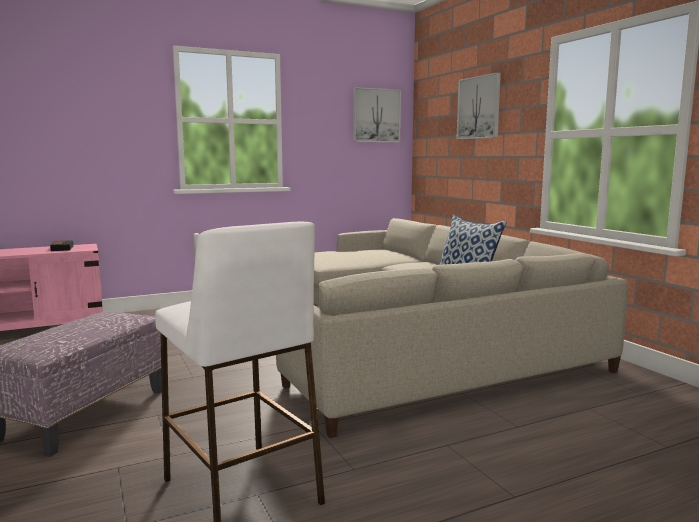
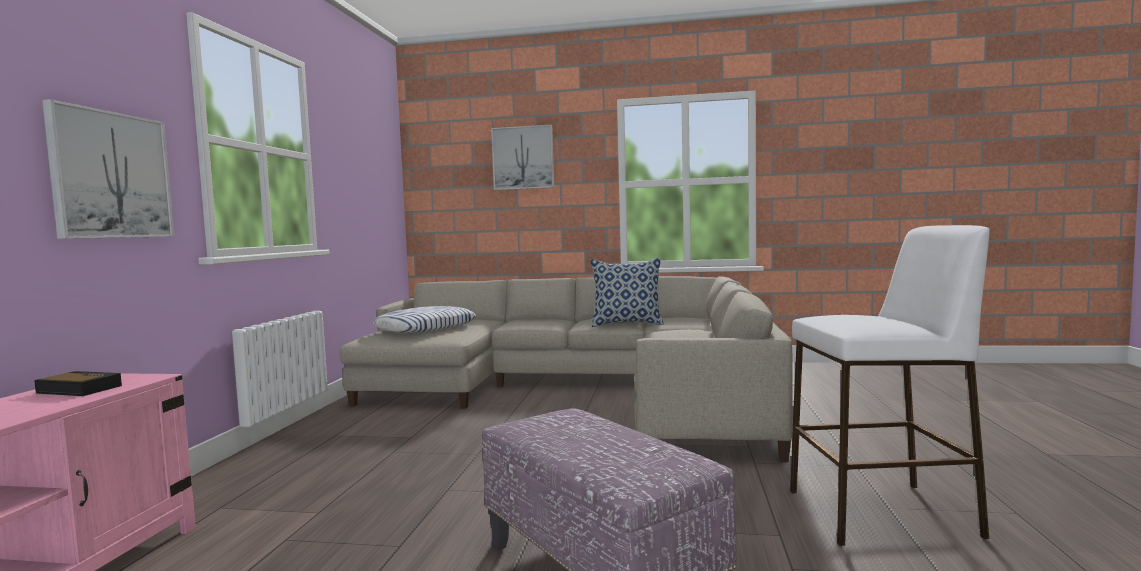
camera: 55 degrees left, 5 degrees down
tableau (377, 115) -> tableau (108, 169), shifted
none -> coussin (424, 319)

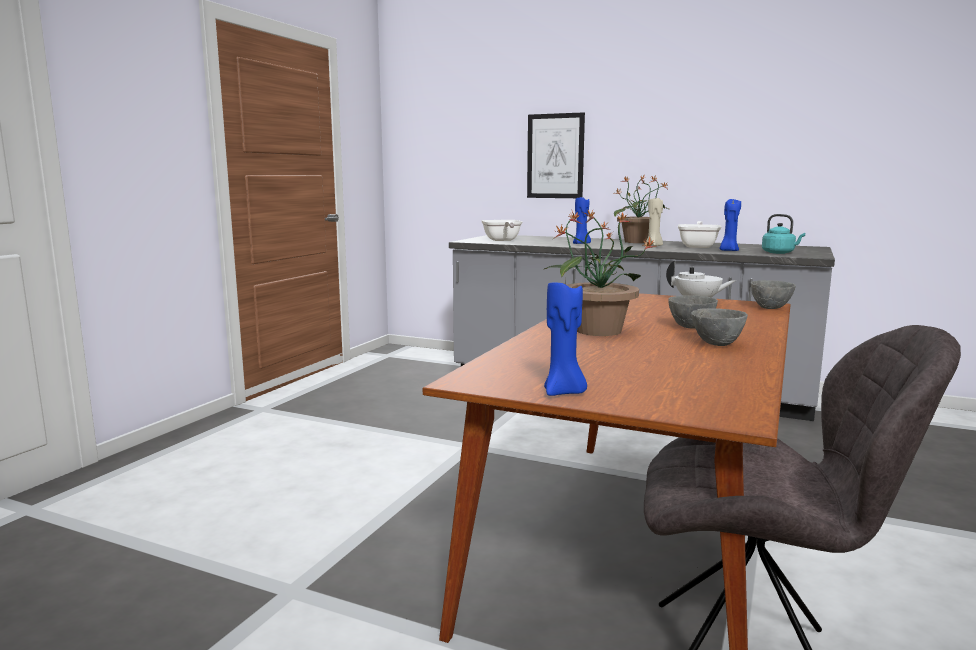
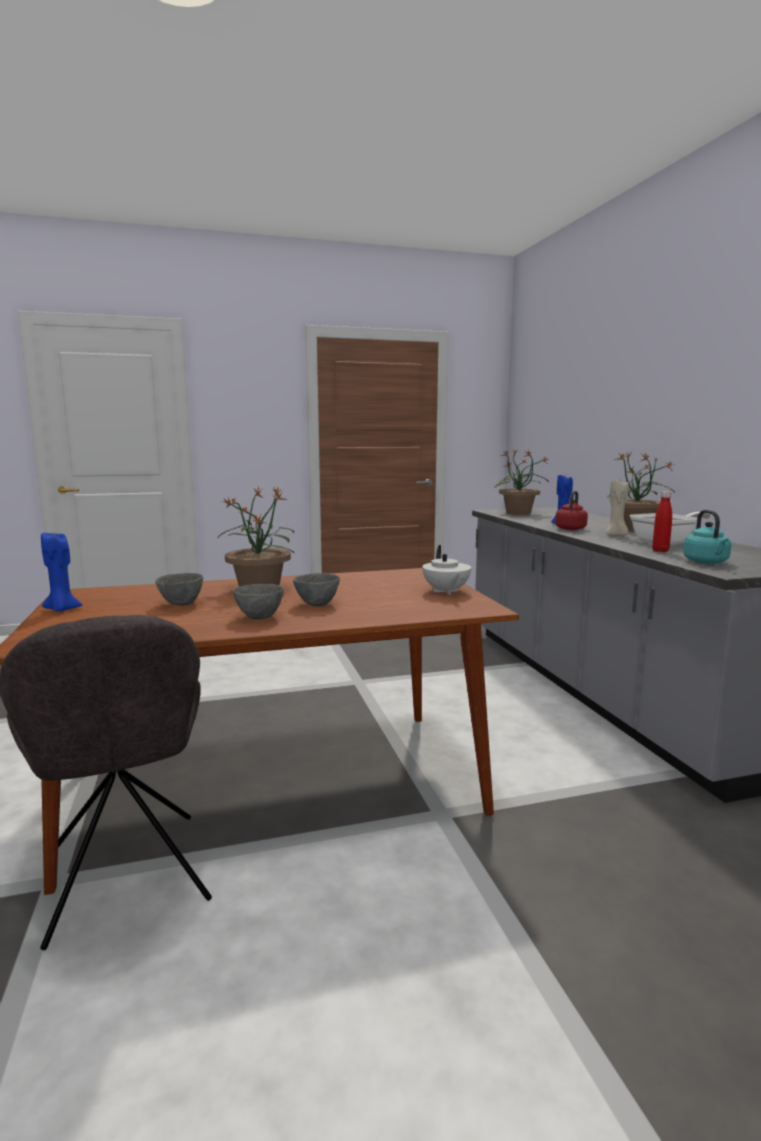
camera: 50 degrees right, 0 degrees up
bol [gris] (773, 294) -> bol [gris] (179, 589), shifted
poêle (501, 230) -> plante en pot (521, 482)
none -> bouilloire [rouge] (571, 510)
bougie [bleu] (730, 224) -> bouteille [rouge] (662, 521)
tableau (556, 155) -> none

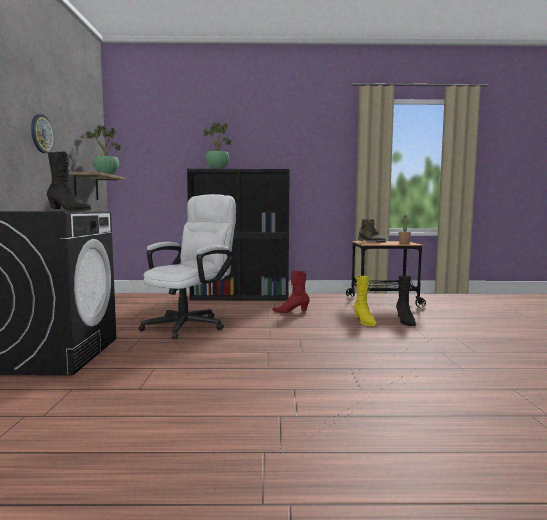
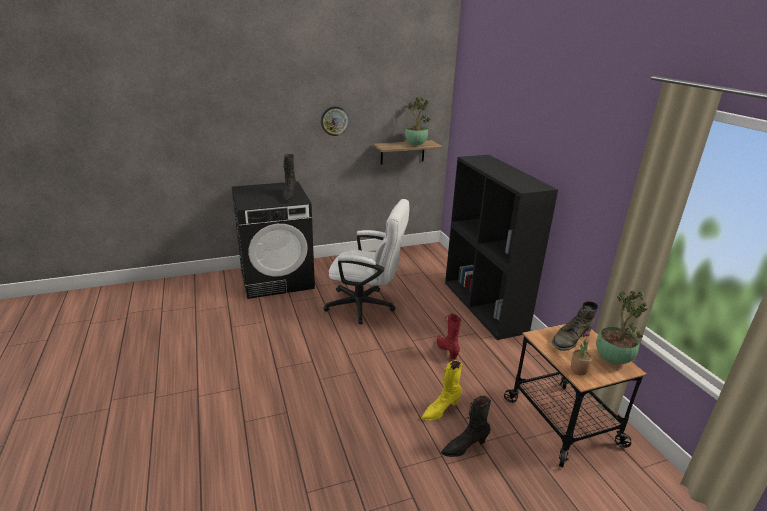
camera: 70 degrees right, 20 degrees up
plante en pot (218, 145) -> plante en pot (621, 327), shifted

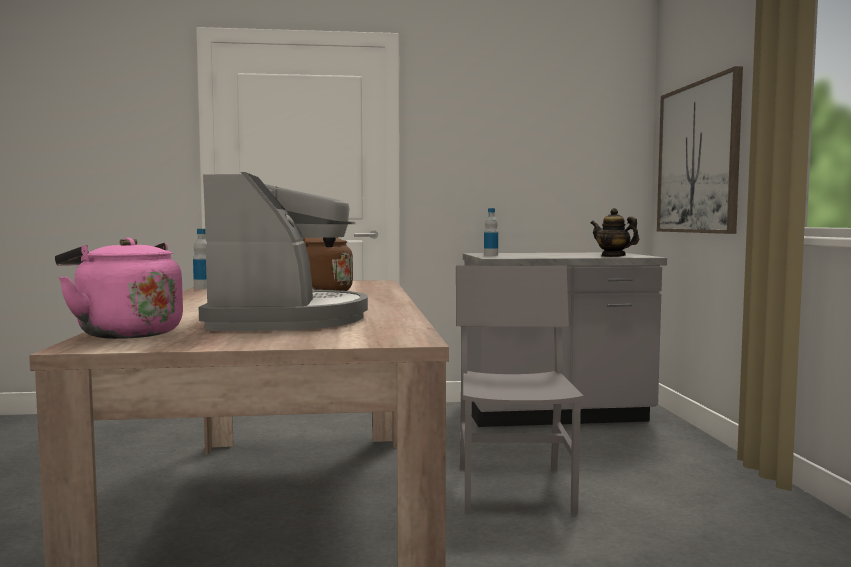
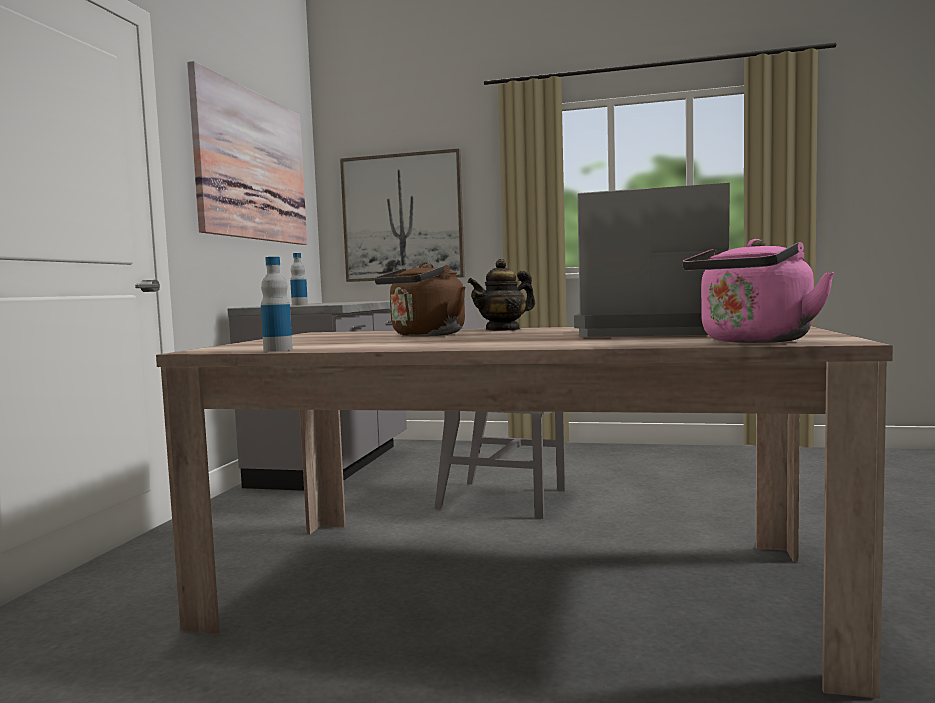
camera: 70 degrees left, 0 degrees up
none -> tableau (247, 153)
théière (615, 232) -> théière (501, 295), shifted

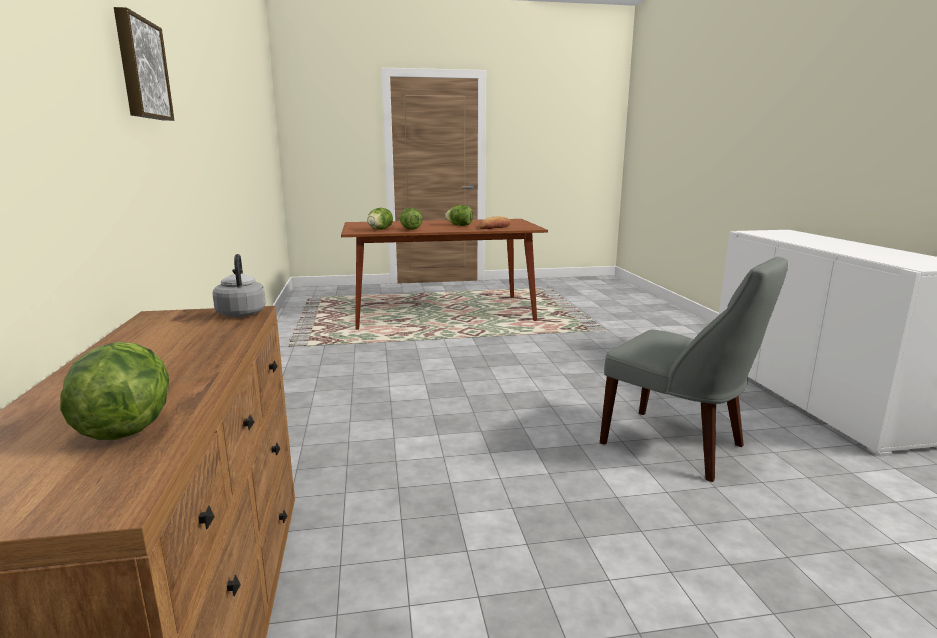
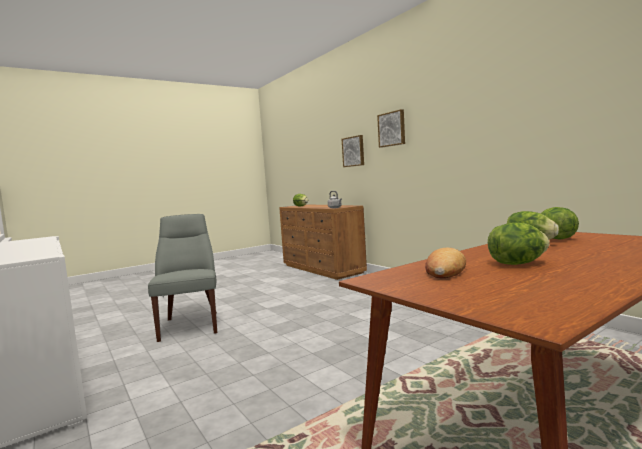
camera: 155 degrees right, 10 degrees down
chaise [gris] (694, 369) -> chaise [gris] (182, 278), 60 degrees clockwise
none -> tableau (353, 151)

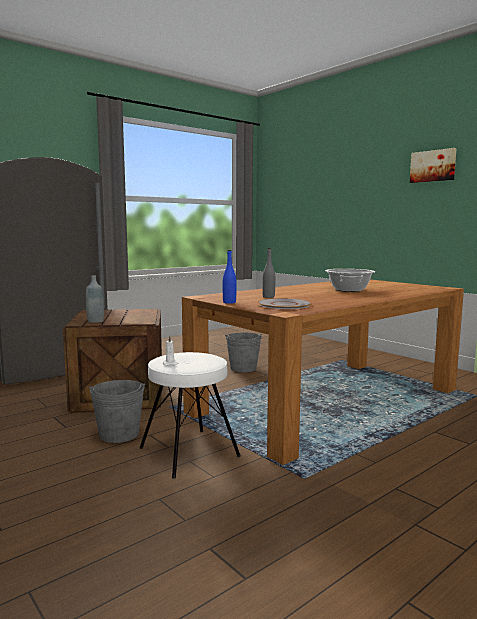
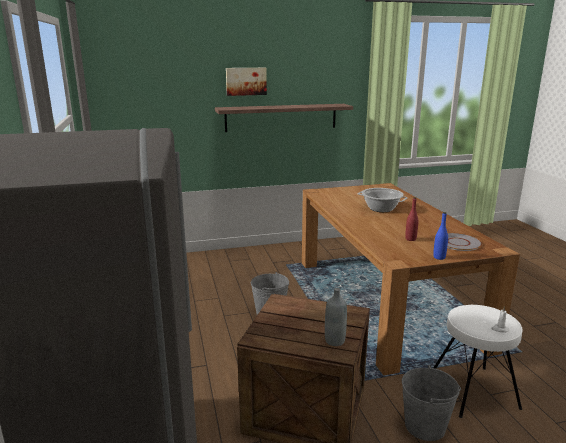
camera: 65 degrees left, 10 degrees up
none -> étagère (284, 118)
tableau (433, 165) -> tableau (246, 82), shifted
bouteille [gris] (268, 273) -> bouteille [rouge] (411, 219)

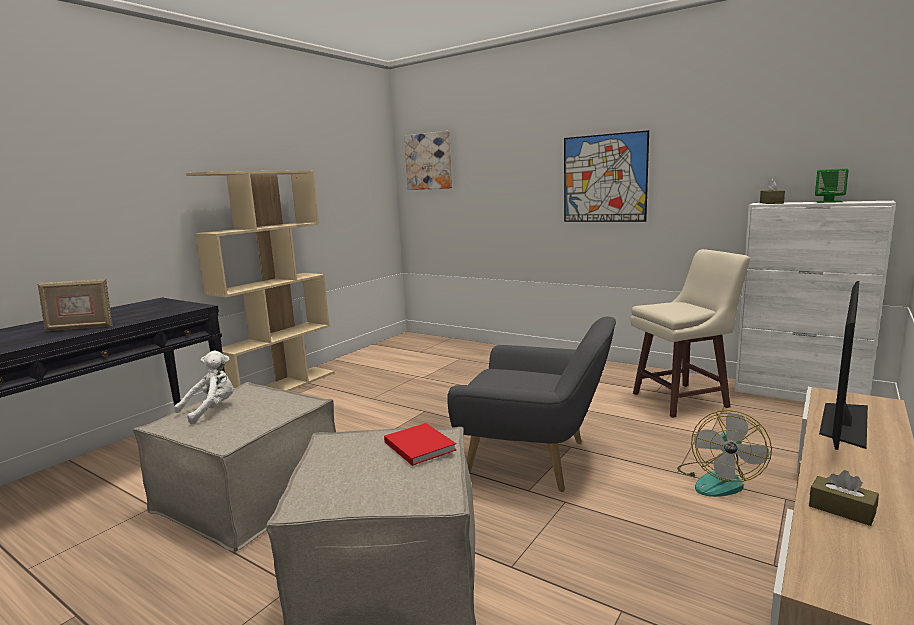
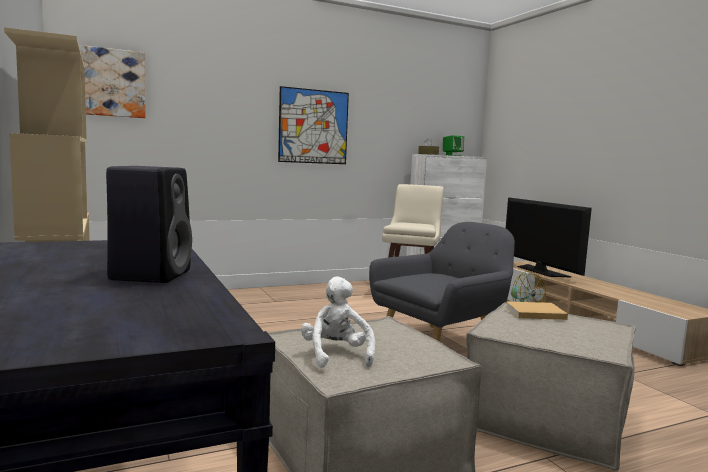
camera: 60 degrees left, 5 degrees down
cadre photo (75, 305) -> enceinte [noir] (149, 224)
livre [rouge] (420, 444) -> livre [beige] (537, 310)
boîte à mouchoirs [marron] (844, 498) -> none

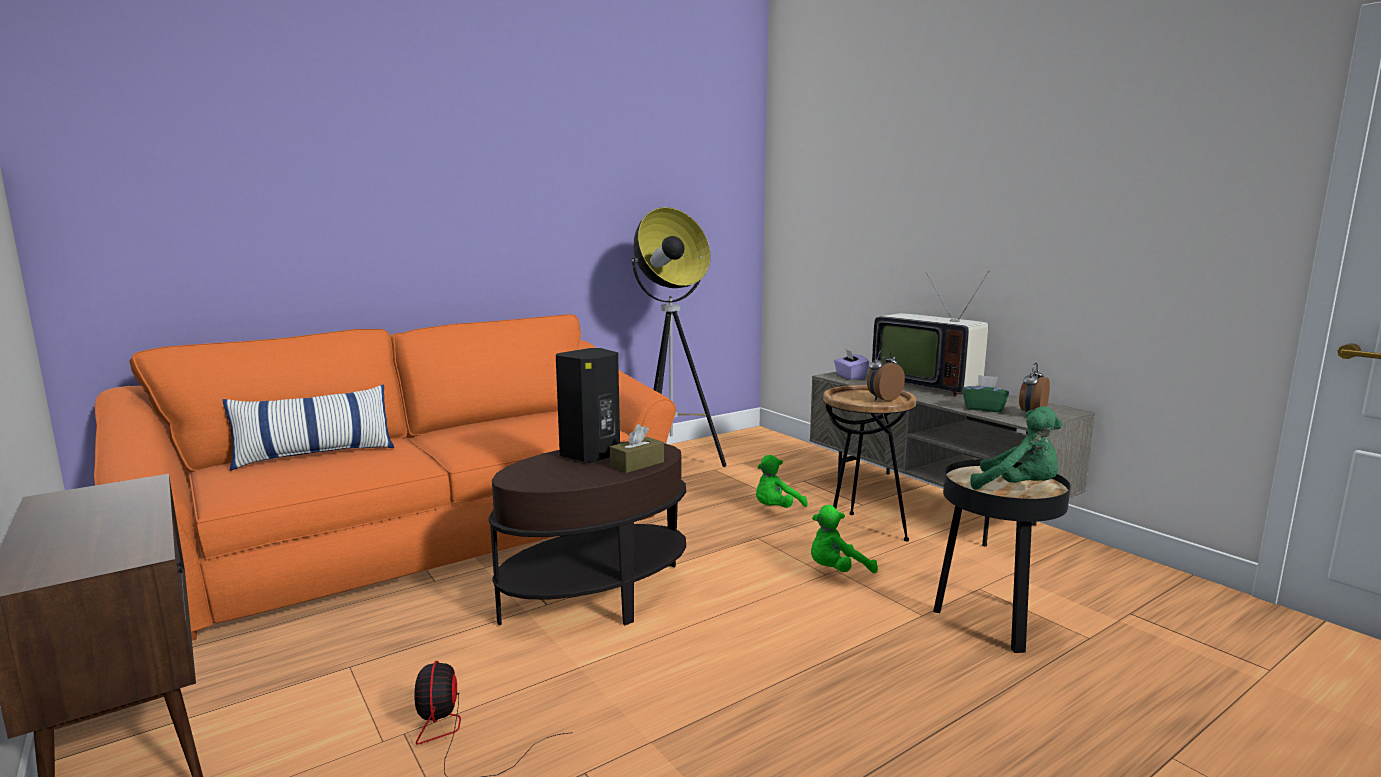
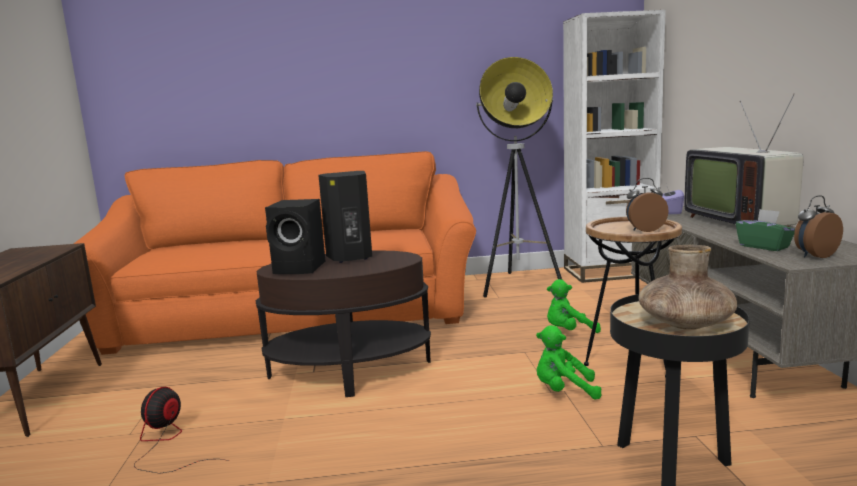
camera: 30 degrees right, 0 degrees up
none -> enceinte [noir] (295, 236)
none -> bibliothèque [blanc] (614, 146)
peluche [vert] (1016, 448) -> vase [marron] (688, 287)
coussin (308, 428) -> none
boîte à mouchoirs [marron] (637, 448) -> none

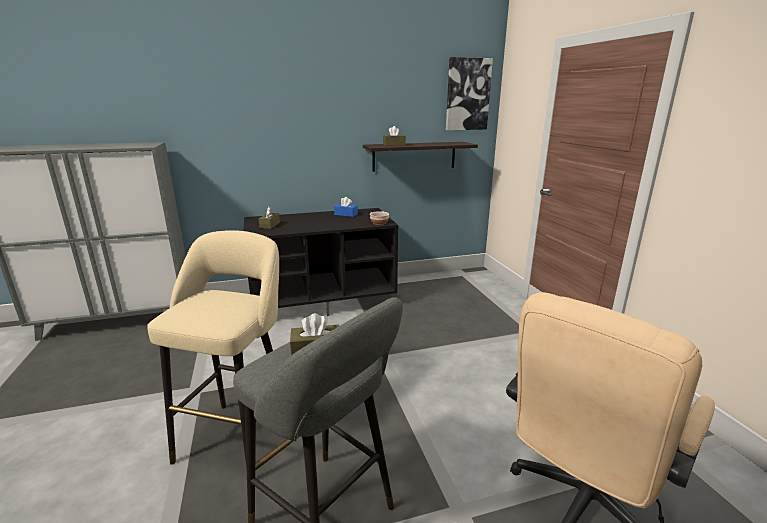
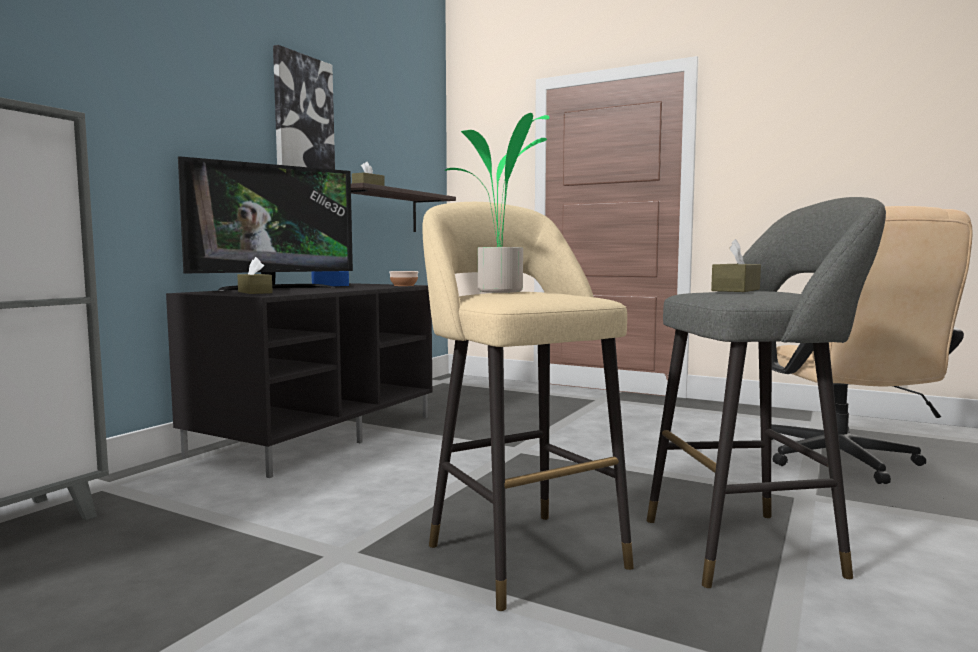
camera: 45 degrees left, 15 degrees down
none -> téléviseur (265, 223)
tableau (469, 93) -> tableau (304, 107), shifted
none -> plante en pot (497, 203)

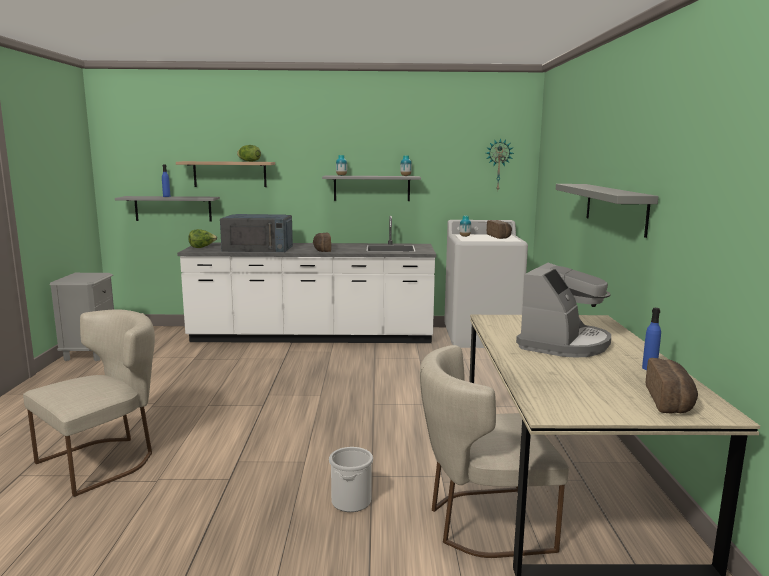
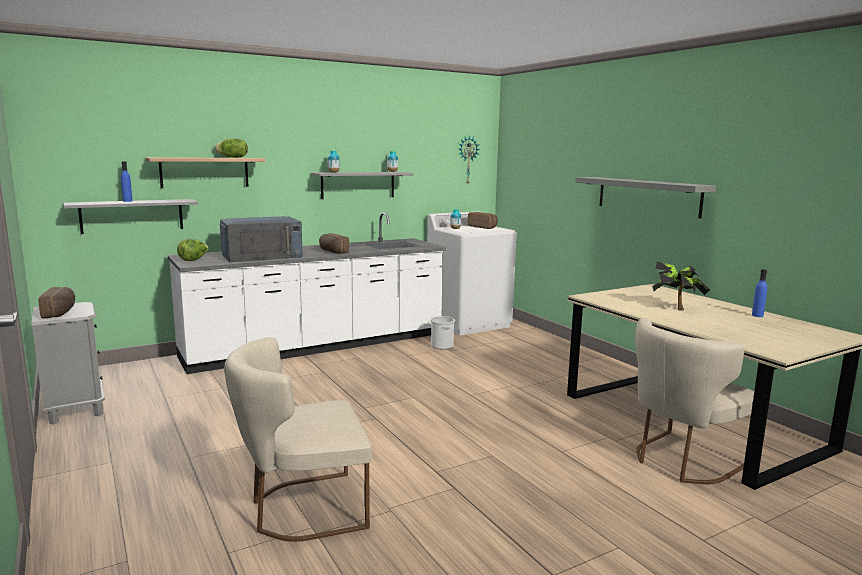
camera: 30 degrees left, 0 degrees up
pain (672, 385) -> pain (56, 302), shifted
chaise [beige] (89, 403) -> chaise [beige] (298, 439), 120 degrees counterclockwise
seau (351, 479) -> seau (442, 332), shifted
machine à café (563, 310) -> plante en pot (681, 285)

